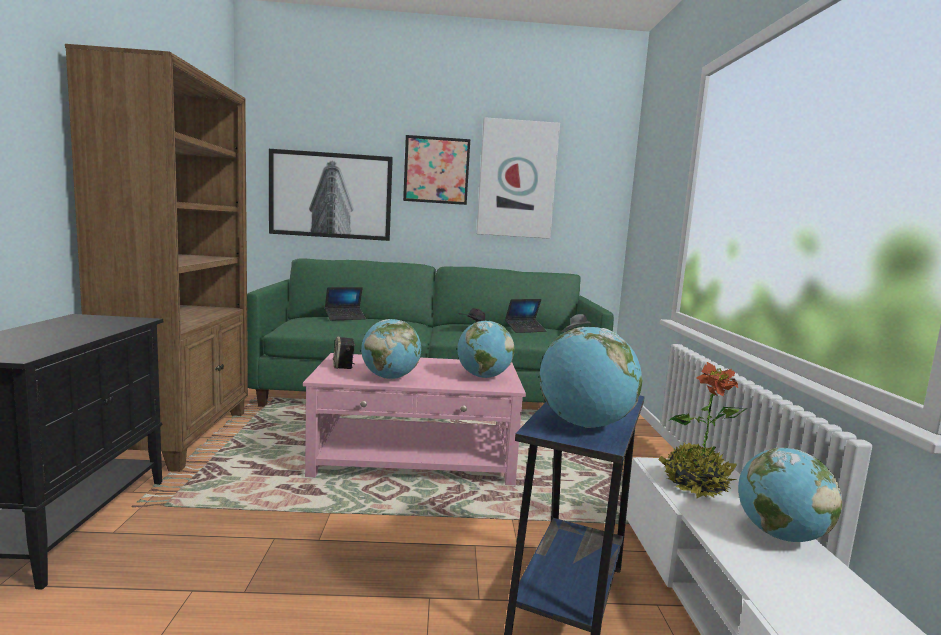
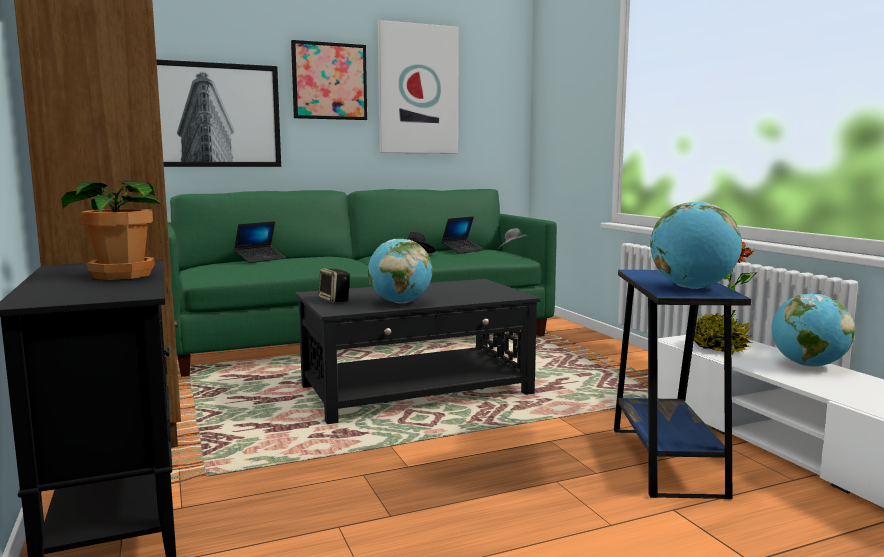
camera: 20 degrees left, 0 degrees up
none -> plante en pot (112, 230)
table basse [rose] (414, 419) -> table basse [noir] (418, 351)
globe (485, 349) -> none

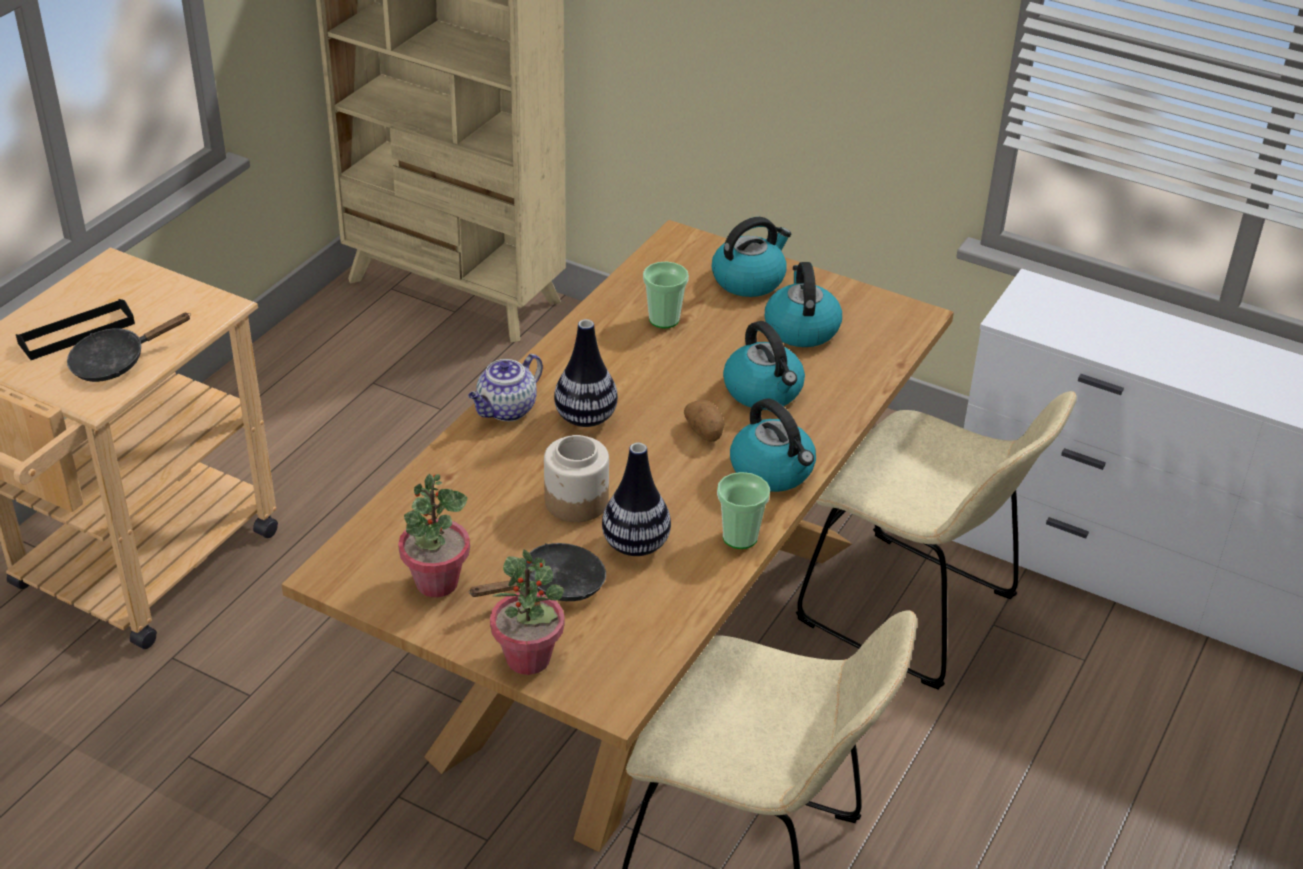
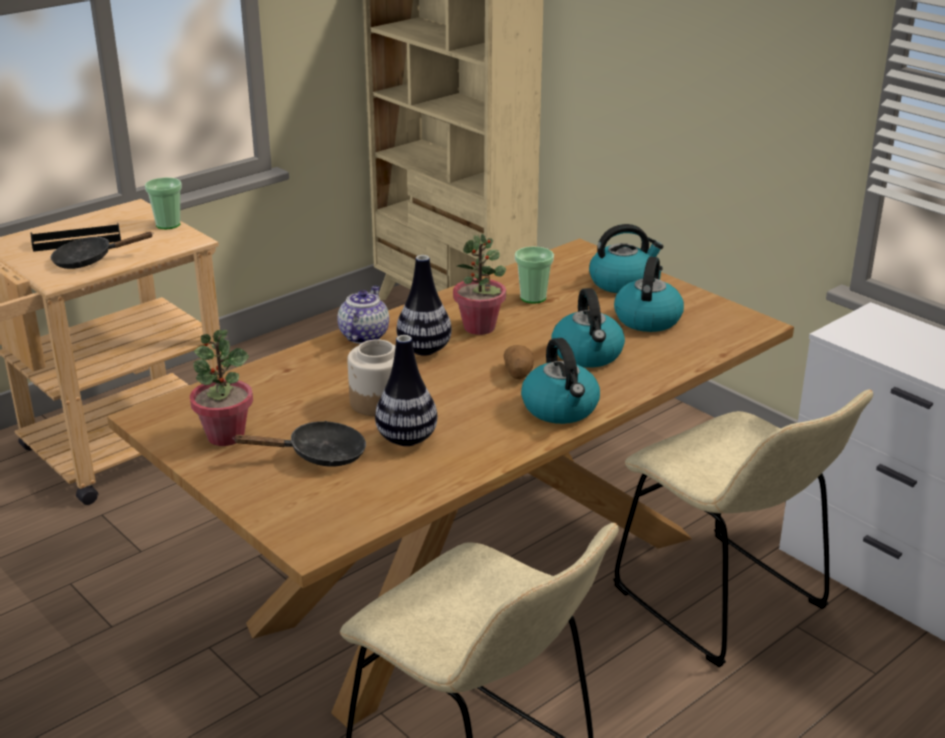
camera: 20 degrees right, 10 degrees down
tasse (743, 510) -> tasse (163, 203), shifted
théière (505, 387) -> théière (363, 315), 135 degrees clockwise
plante en pot (527, 612) -> plante en pot (479, 284), shifted

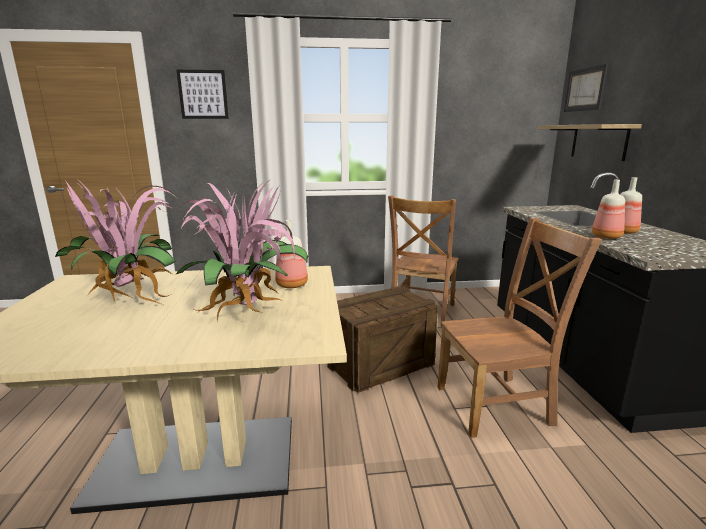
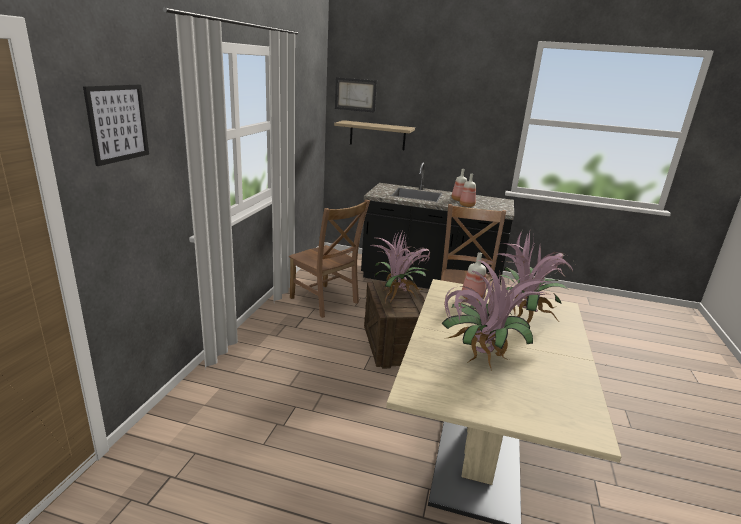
camera: 70 degrees left, 5 degrees up
none -> plante en pot (400, 266)

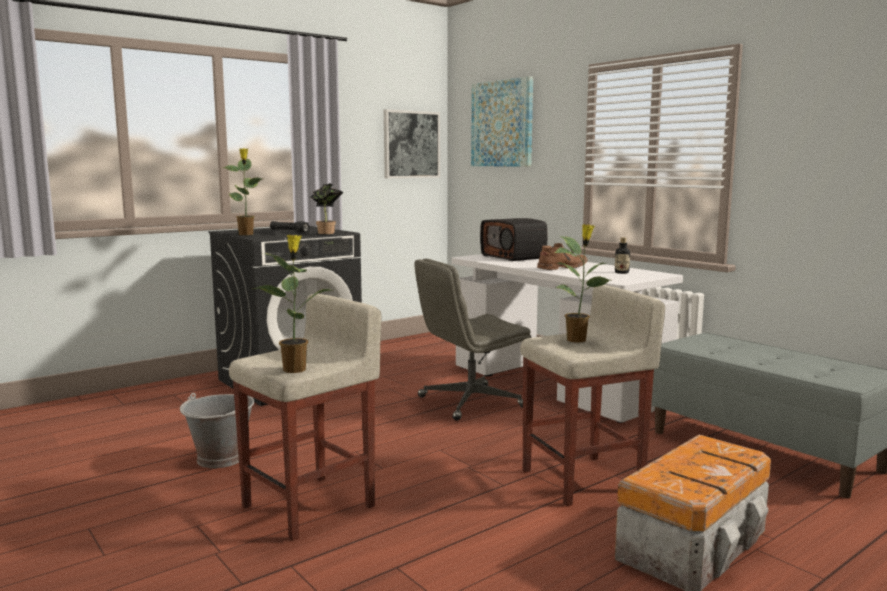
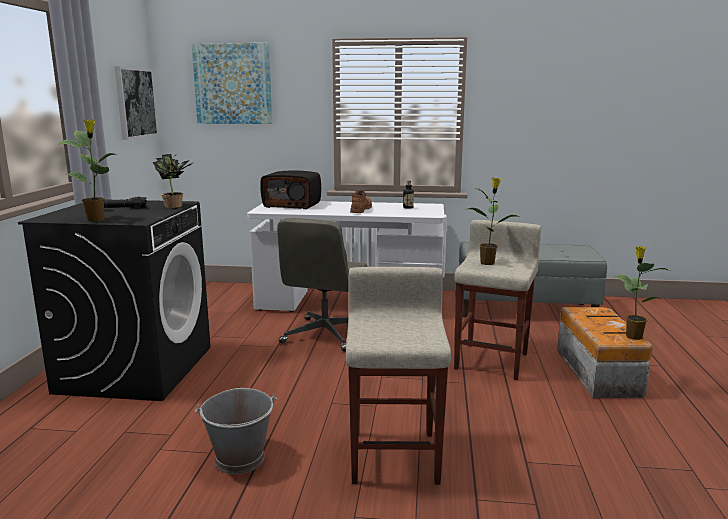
camera: 45 degrees left, 5 degrees up
plante en pot (293, 304) -> plante en pot (642, 293), shifted

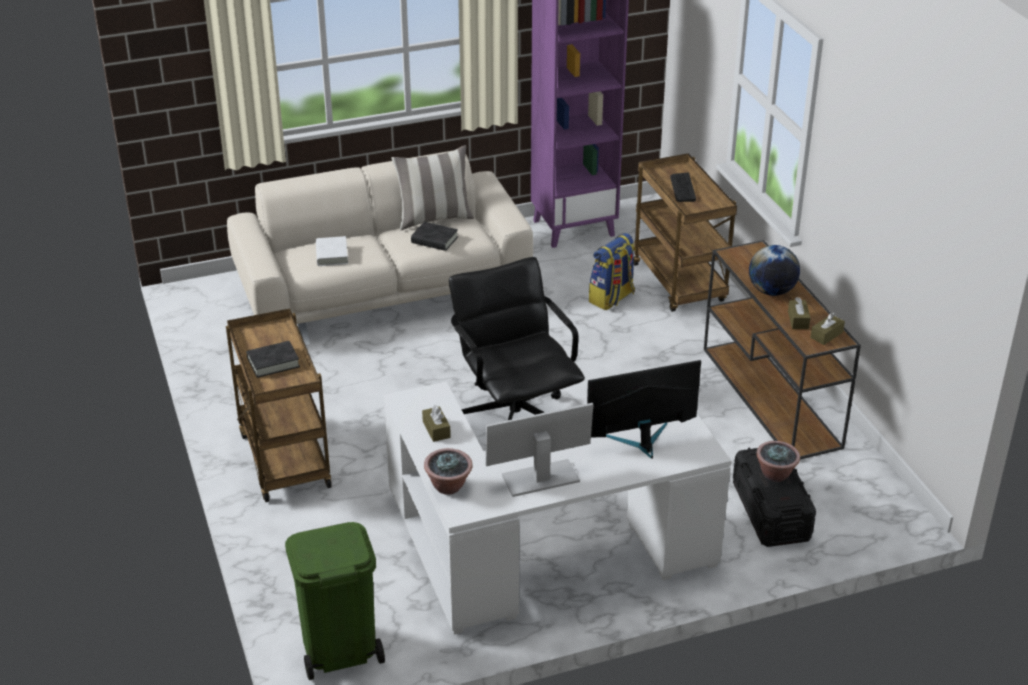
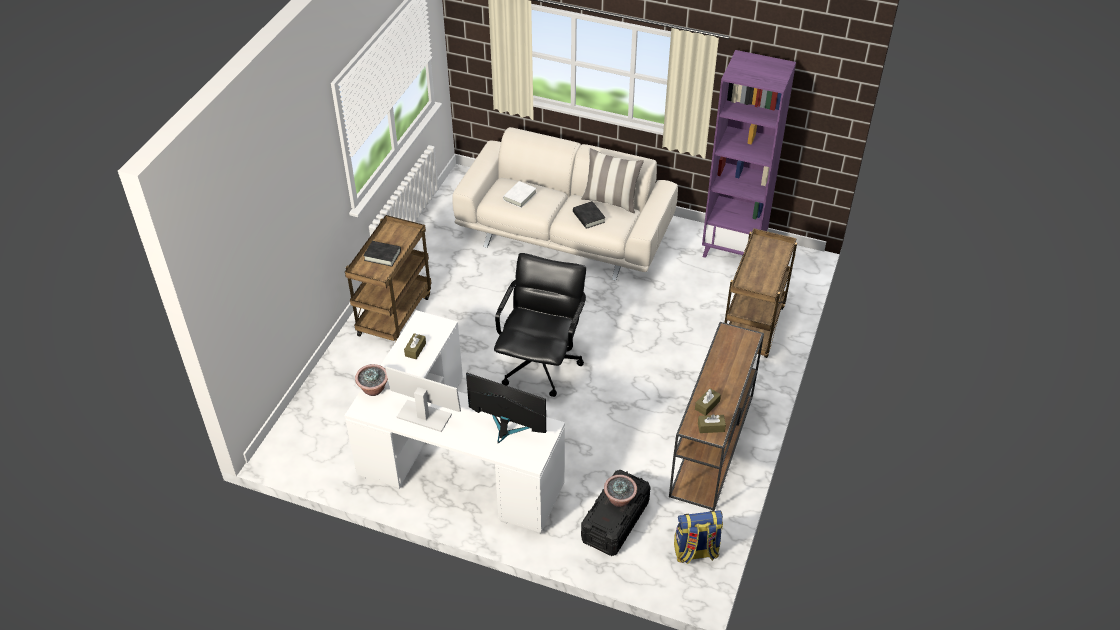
camera: 40 degrees right, 10 degrees up
sac à dos (612, 271) -> sac à dos (698, 537), shifted
poubelle [vert] (335, 601) -> none
clavier (683, 187) -> none
globe (774, 270) -> none

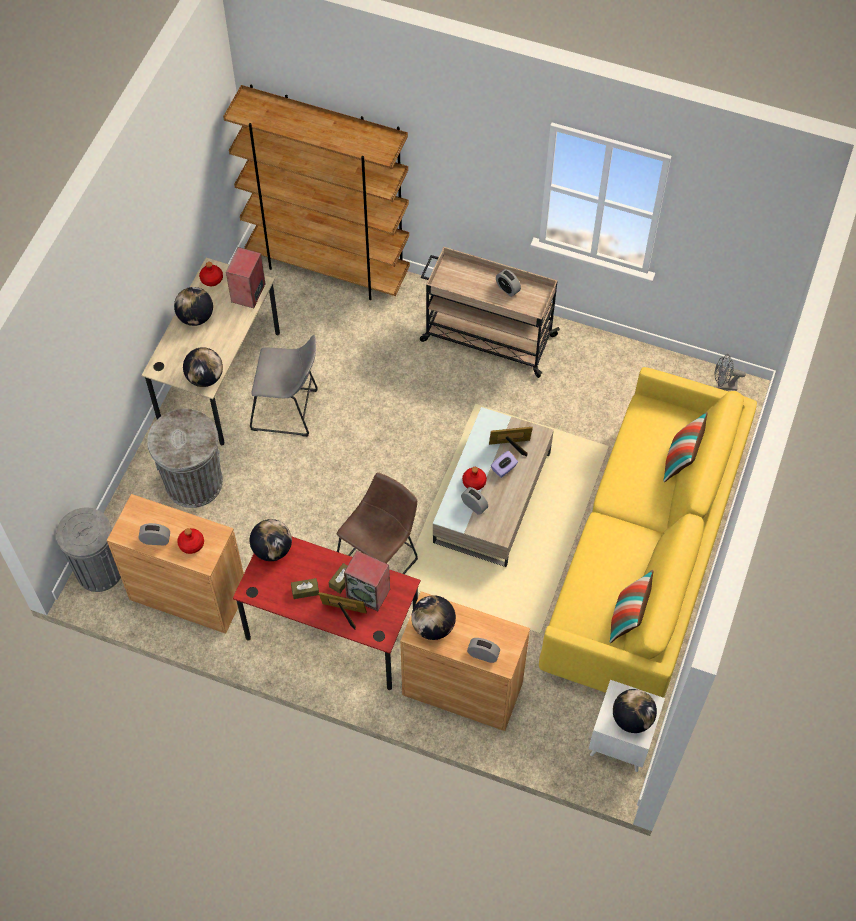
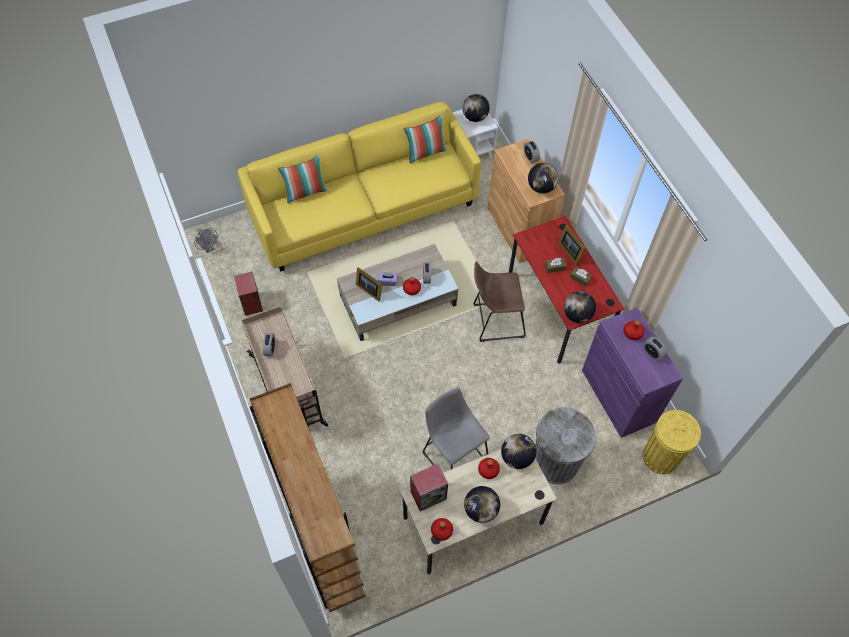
camera: 135 degrees left, 0 degrees up
enceinte (367, 581) -> enceinte (248, 293), shifted
none -> bouteille [rouge] (489, 468)
meuble de rangement [marron] (175, 564) -> meuble de rangement [violet] (632, 372)
poubelle [gris] (88, 550) -> poubelle [jaune] (672, 442)

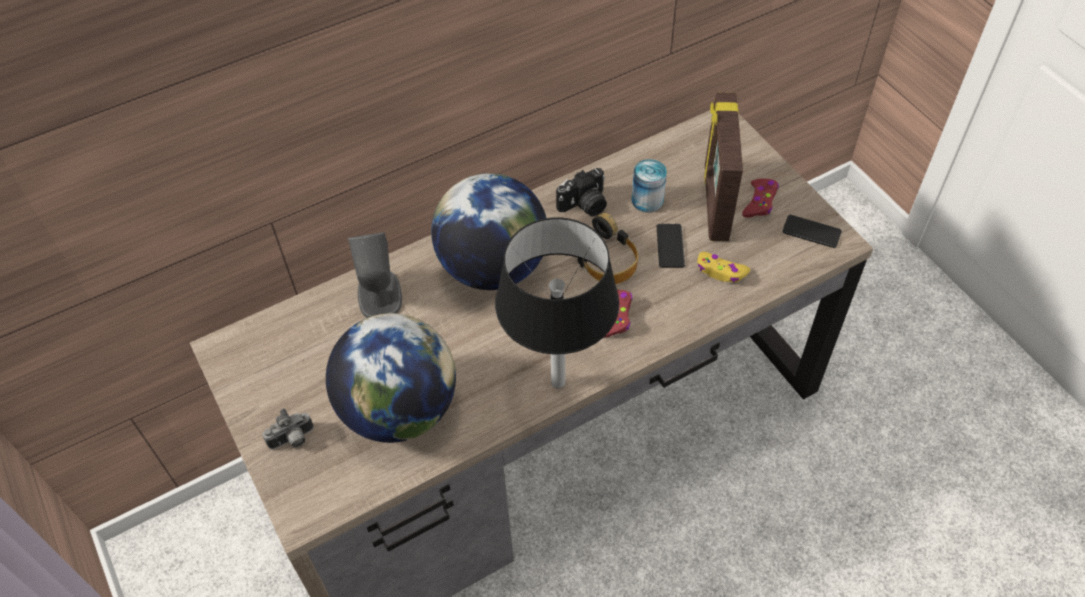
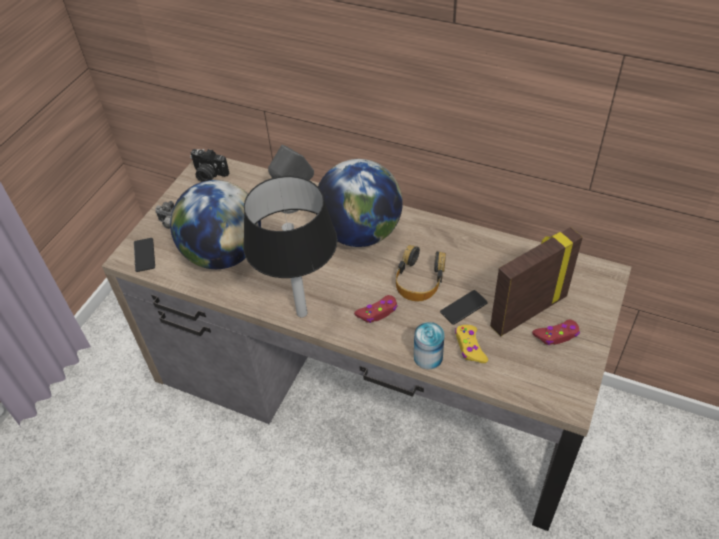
camera: 55 degrees right, 5 degrees down
téléphone (812, 231) -> téléphone (144, 255), shifted
appareil photo (581, 192) -> appareil photo (210, 165), shifted
boîte métallique (649, 186) -> boîte métallique (429, 345), shifted

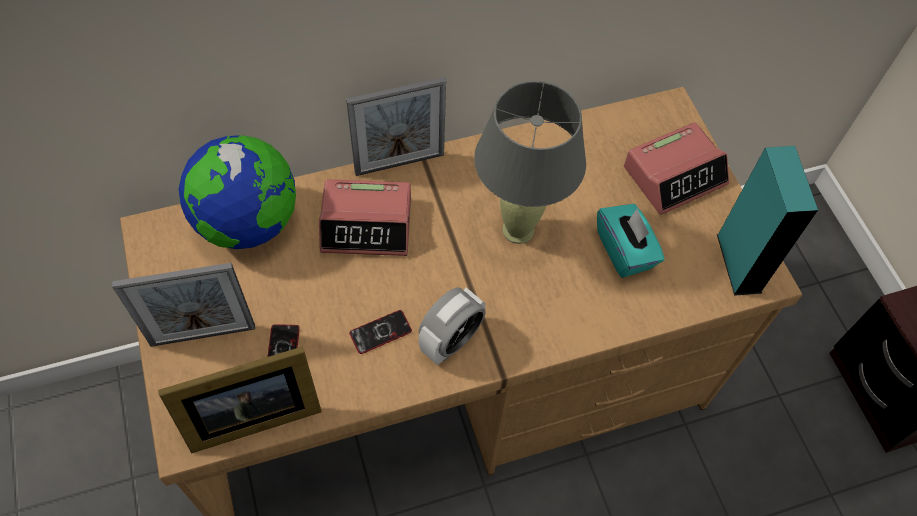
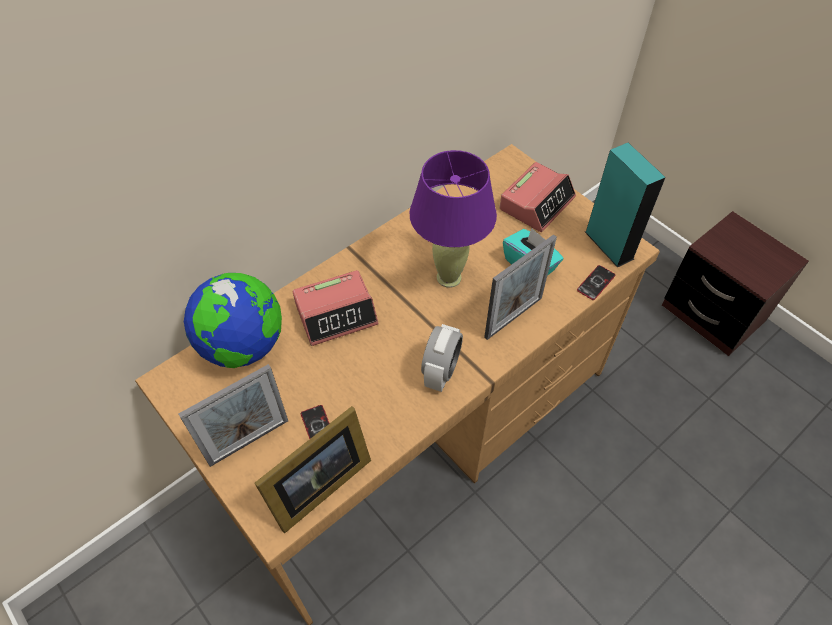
camera: 20 degrees left, 5 degrees down
lampe de table [gris] (530, 162) -> lampe de table [violet] (453, 219)
cadre photo (396, 126) -> cadre photo (520, 287), shifted
téléphone (380, 332) -> téléphone (596, 282), shifted

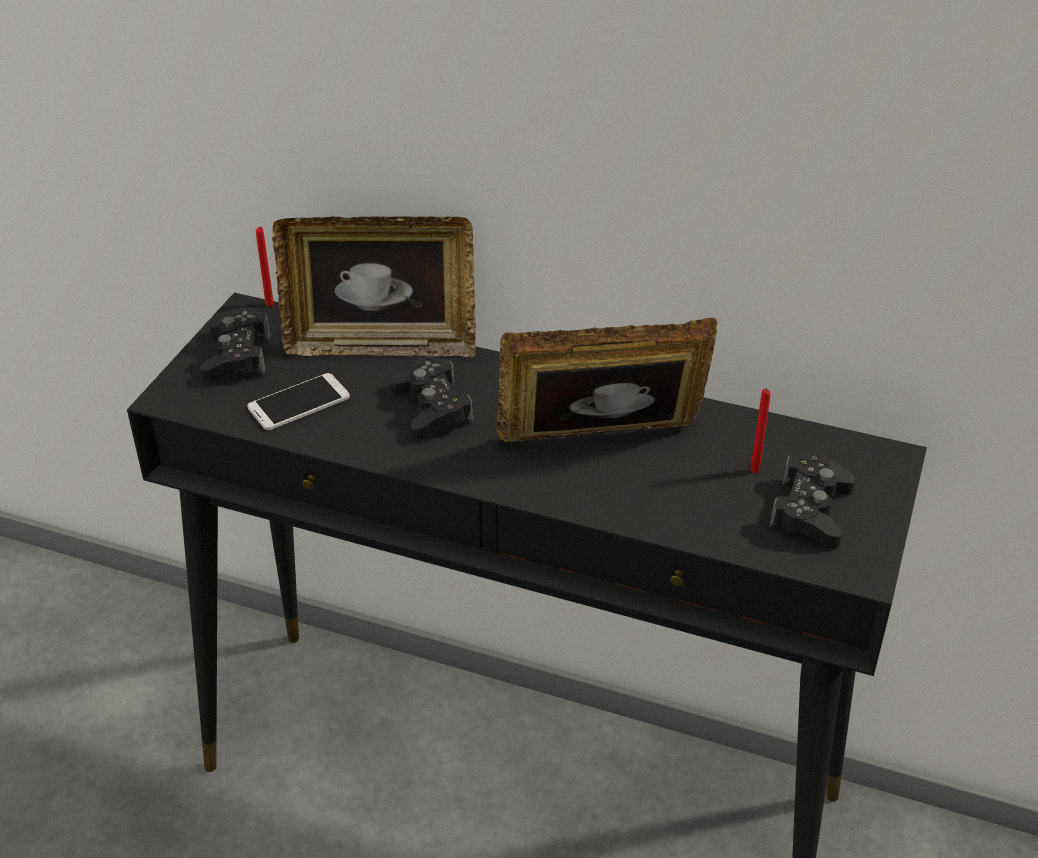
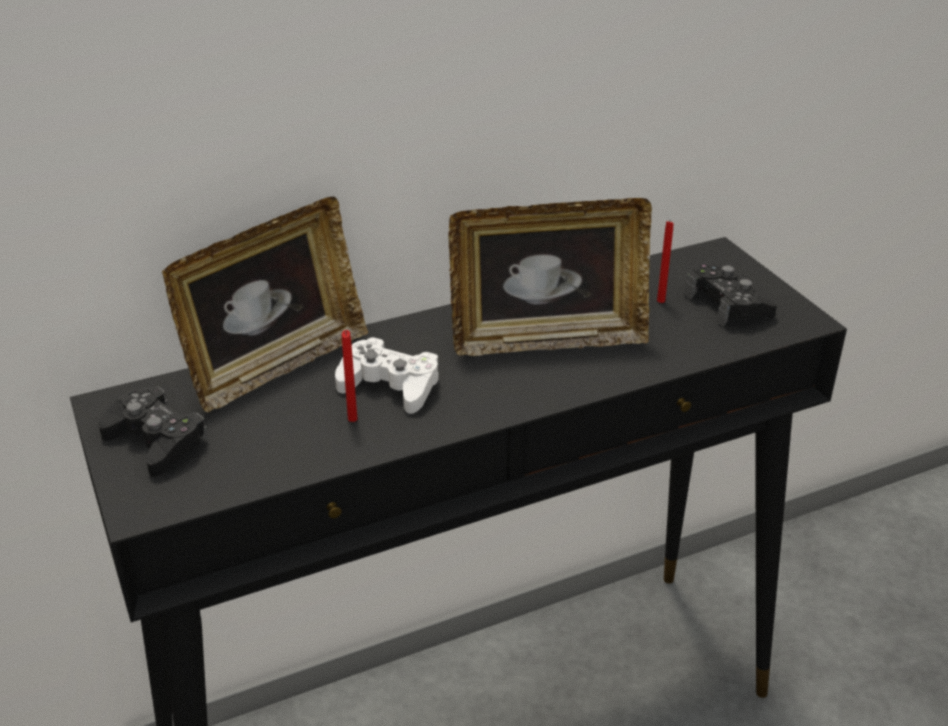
camera: 45 degrees left, 5 degrees down
manette [noir] (431, 398) -> manette [blanc] (387, 375)
bougie [rouge] (265, 267) -> bougie [rouge] (349, 376), shifted
cadre photo (606, 380) -> cadre photo (550, 277), 135 degrees counterclockwise
téléphone (298, 401) -> none

